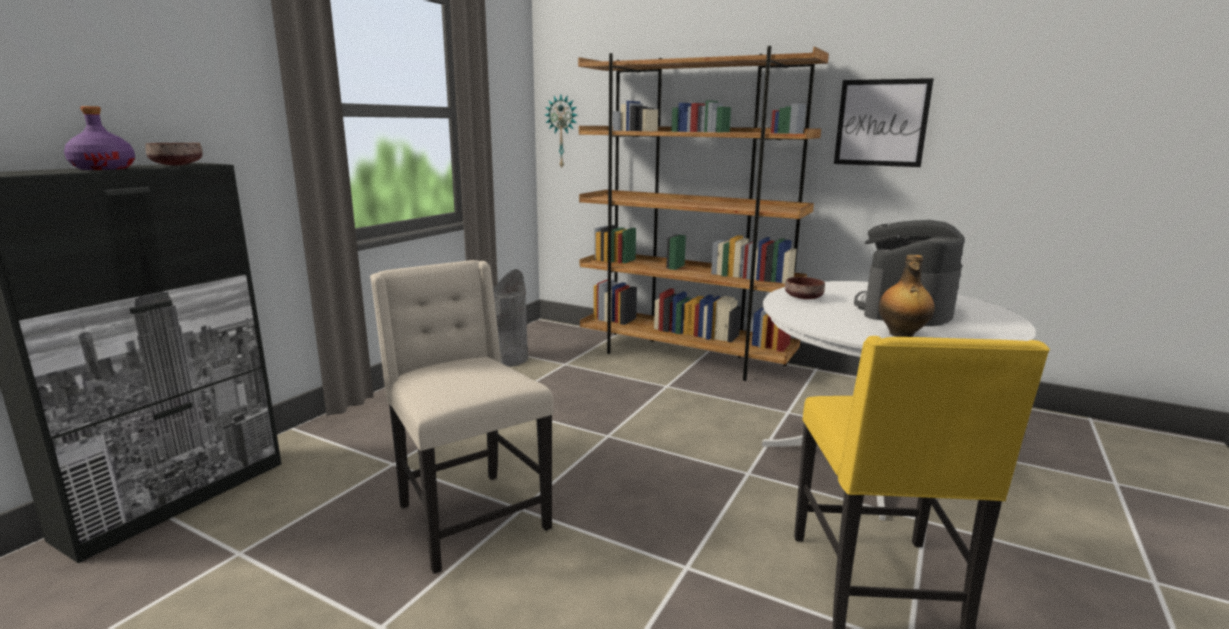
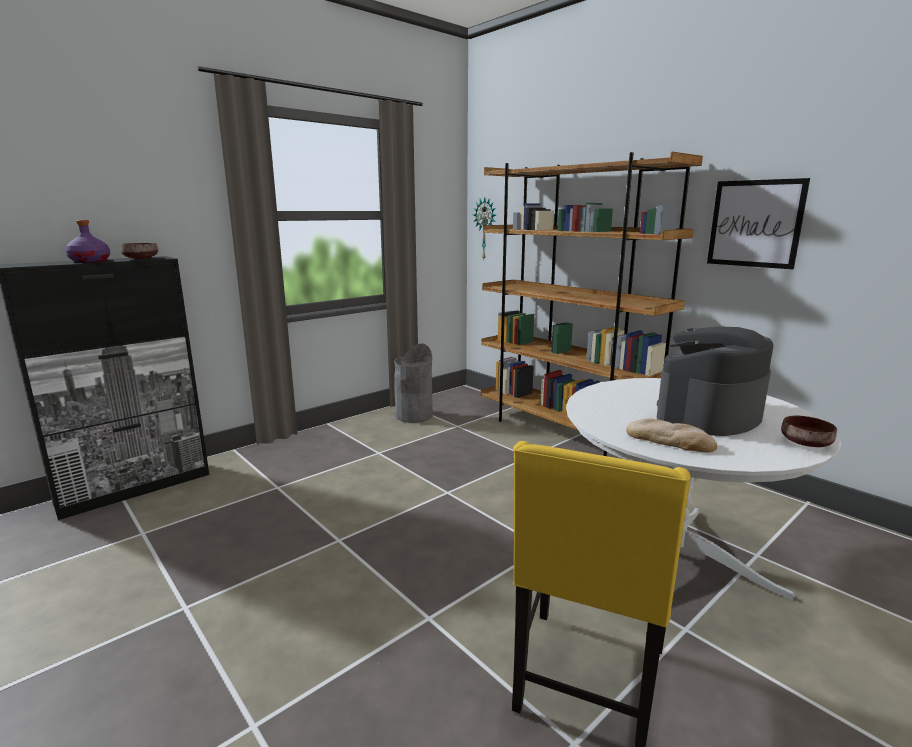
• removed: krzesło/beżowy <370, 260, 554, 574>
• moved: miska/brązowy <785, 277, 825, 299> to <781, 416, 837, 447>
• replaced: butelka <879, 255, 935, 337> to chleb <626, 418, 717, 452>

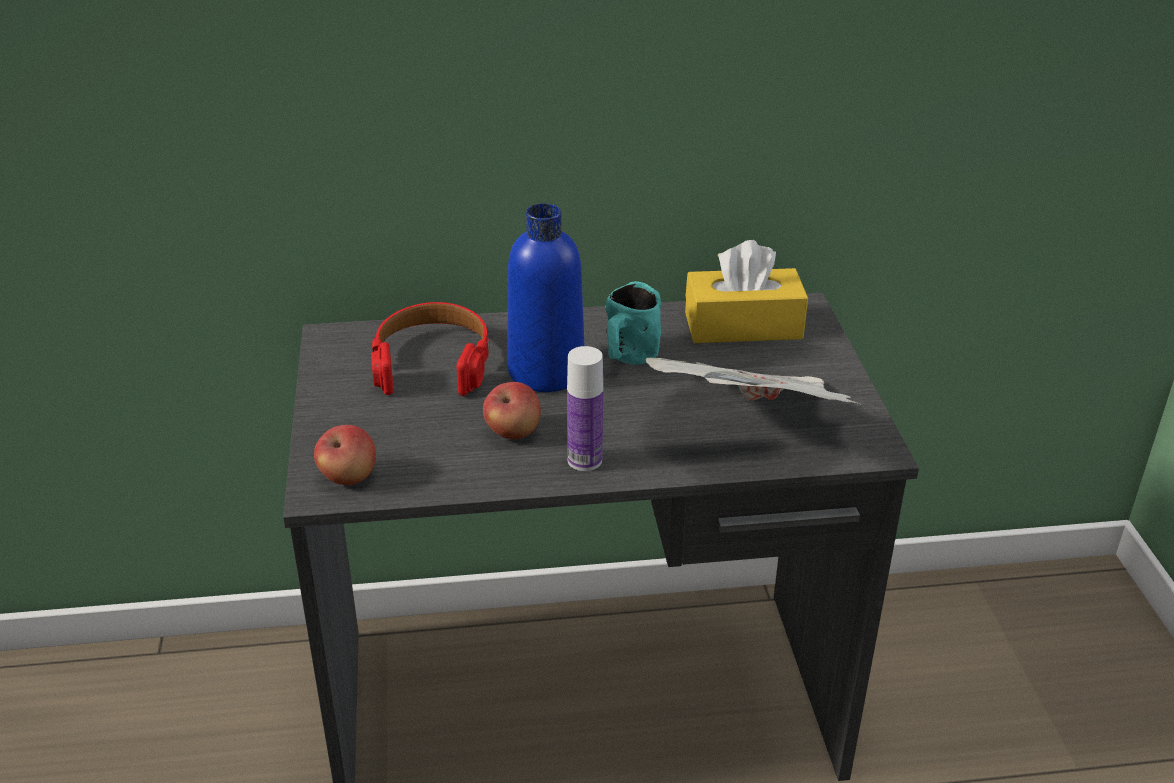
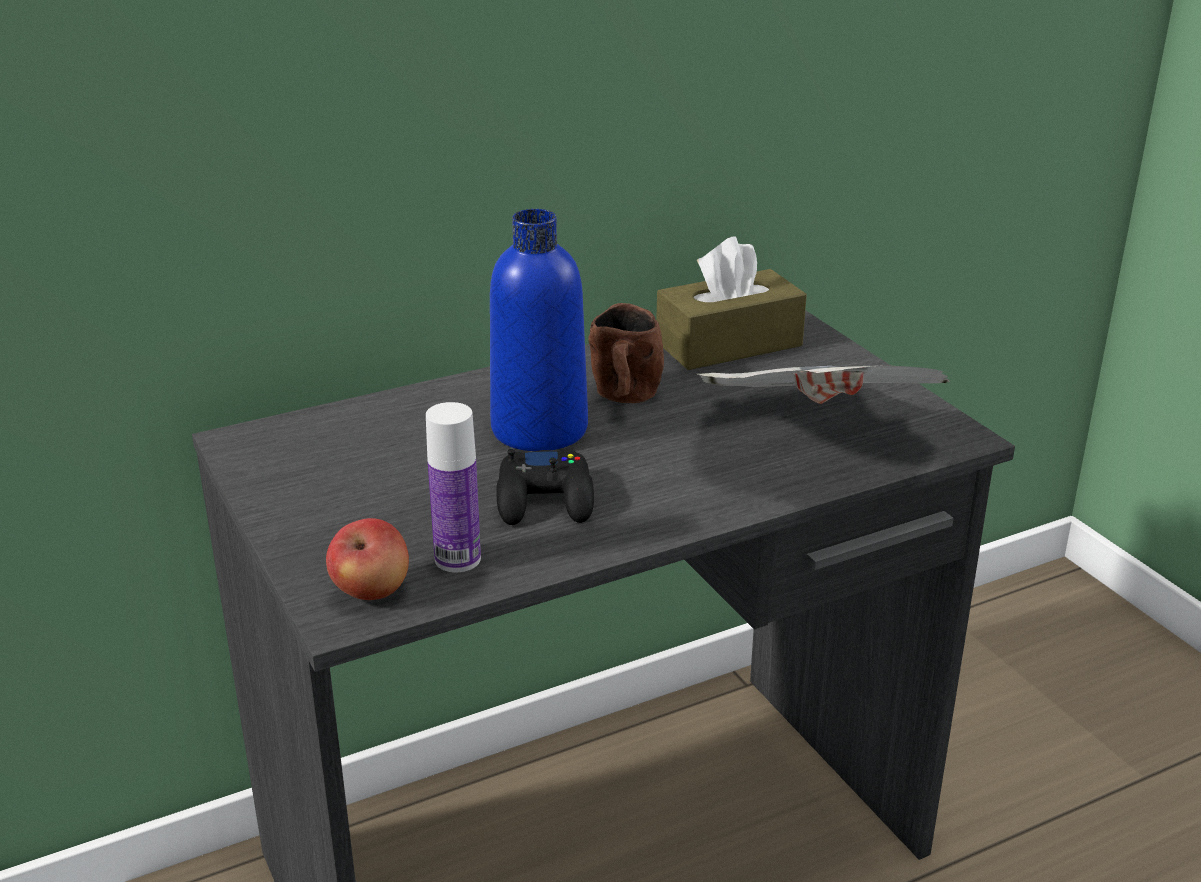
• removed: słuchawki/czerwony <371, 302, 490, 396>
• replaced: jabłko <483, 382, 541, 439> to pad do gier/czarny <497, 449, 594, 525>
• moved: butelka <567, 346, 603, 471> to <426, 402, 481, 572>
• recoloured: kubek/turkusowy <605, 281, 661, 365> to kubek/brązowy <589, 303, 664, 403>
• recoloured: pudełko chusteczek/żółty <685, 240, 808, 343> to pudełko chusteczek/brązowy <656, 236, 807, 370>

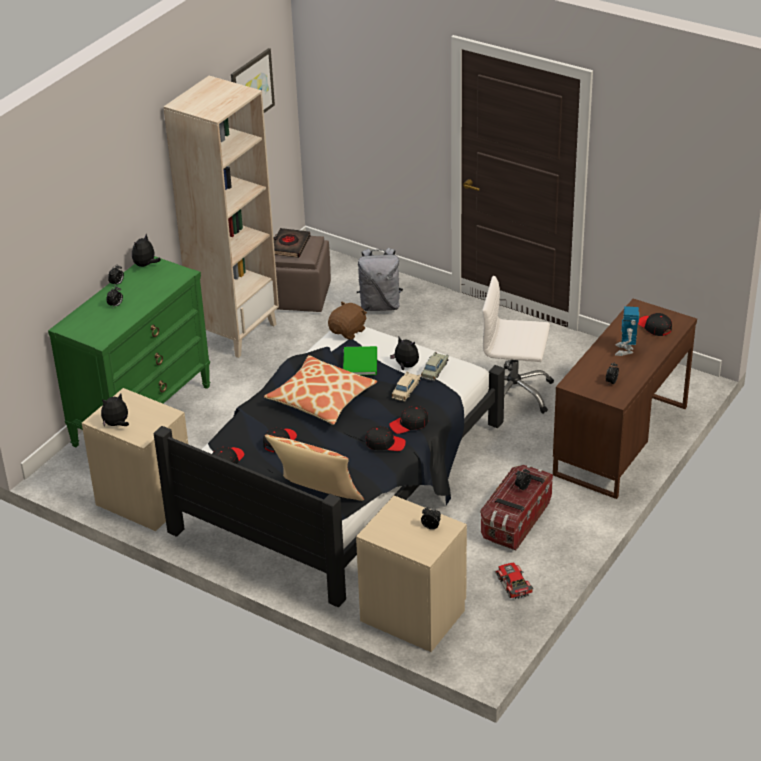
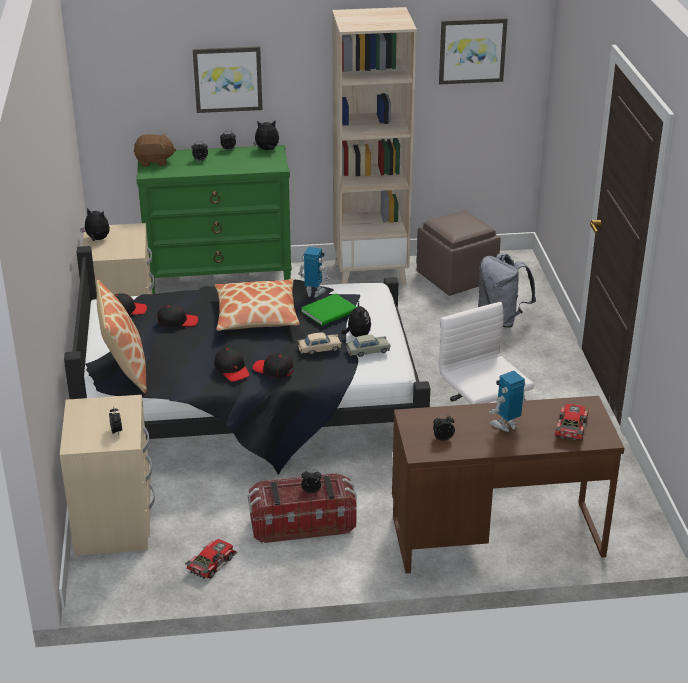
• removed: książka/czarny <274, 228, 310, 258>
• moved: pluszak/brązowy <328, 301, 367, 340> to <134, 133, 176, 167>
• replaced: czapka z daszkiem/czarny <638, 313, 672, 336> to samochodzik <555, 404, 588, 441>
• added: obraz <193, 46, 263, 113>
• added: robot zabawkowy <298, 247, 330, 298>

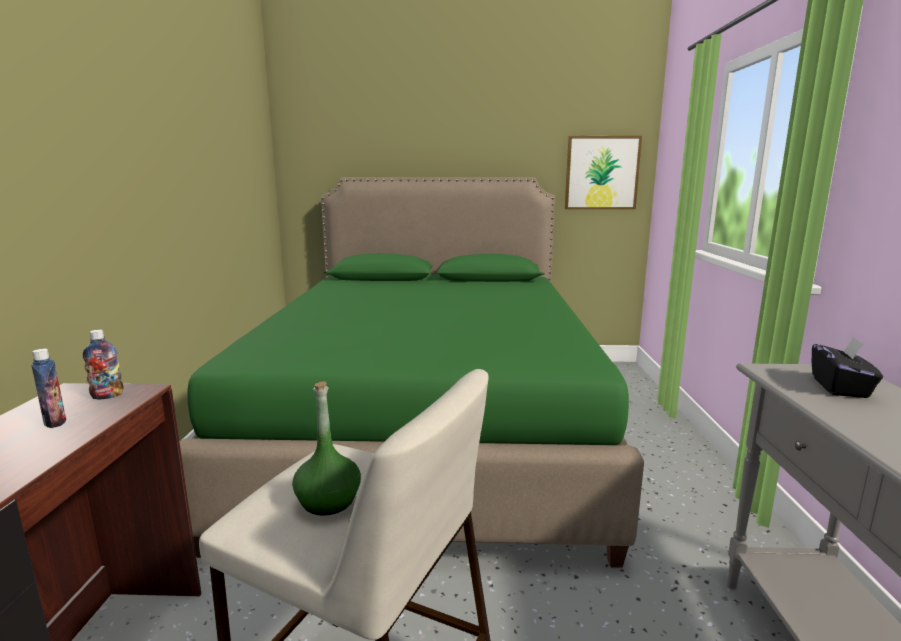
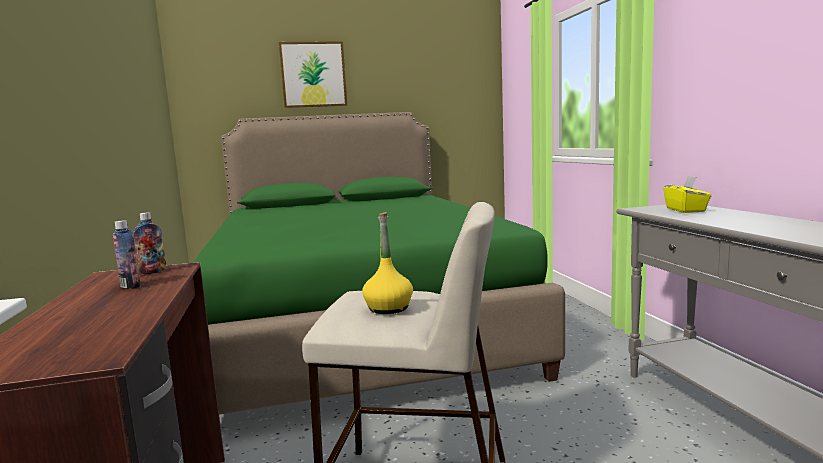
• recoloured: butelka/zielony <292, 381, 361, 516> to butelka/żółty <362, 212, 413, 314>
• moved: obraz <565, 136, 642, 209> to <279, 41, 347, 108>
• recoloured: pudełko chusteczek/czarny <812, 336, 883, 398> to pudełko chusteczek/żółty <663, 176, 711, 213>

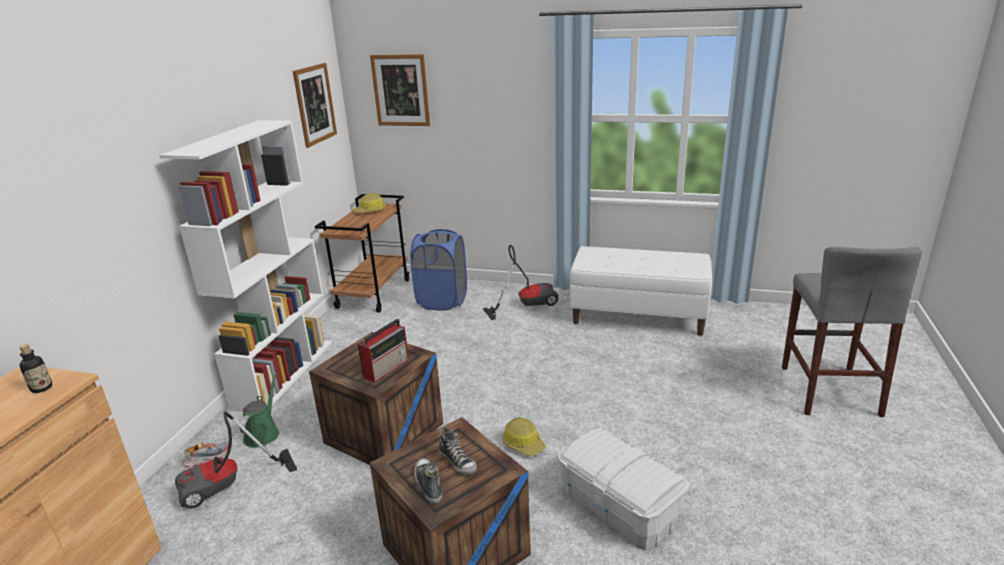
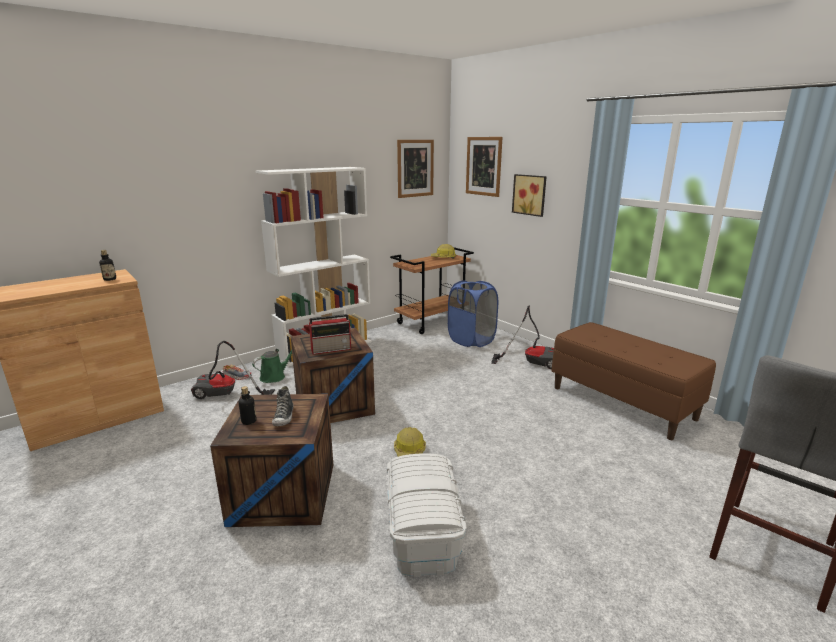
• replaced: but <414, 458, 442, 503> to butelka <238, 386, 257, 425>
• recoloured: ławka/biały <570, 246, 712, 336> to ławka/brązowy <552, 322, 716, 440>
• added: obraz <512, 174, 547, 217>

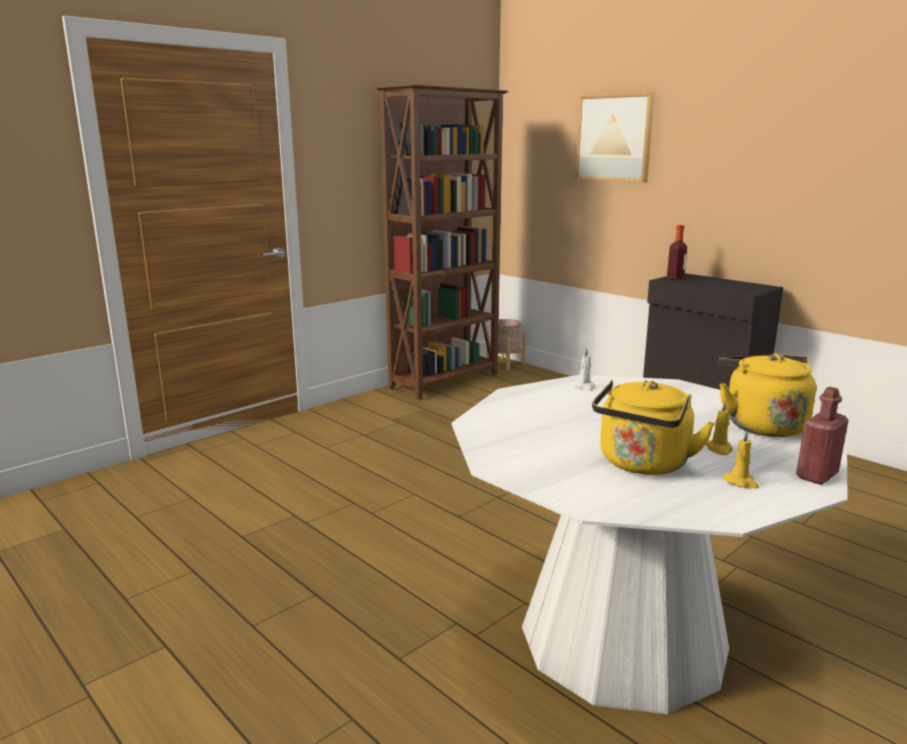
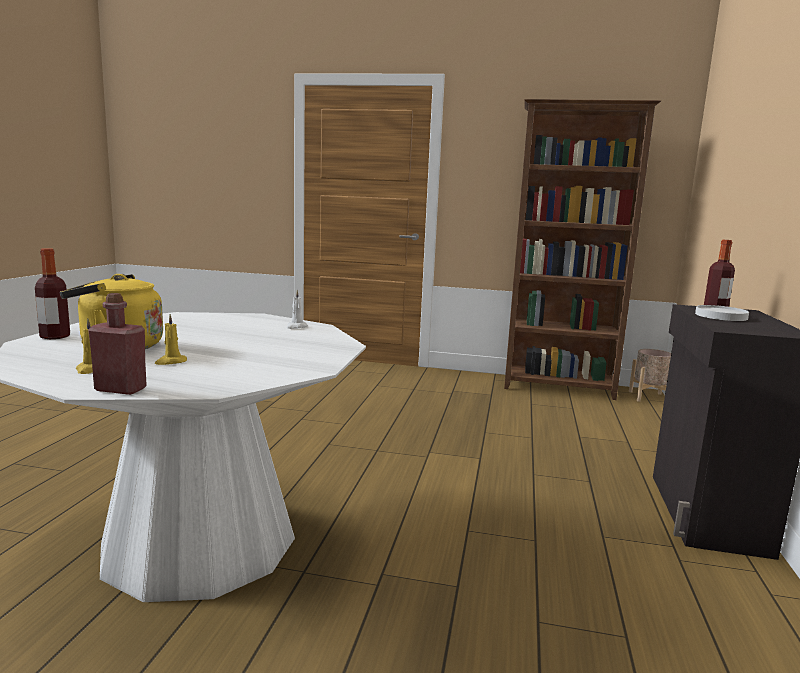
• removed: obraz <575, 92, 654, 183>
• removed: czajnik/żółty <719, 353, 816, 437>
• added: butelka <35, 248, 70, 339>
• added: talerz/biały <695, 305, 749, 321>

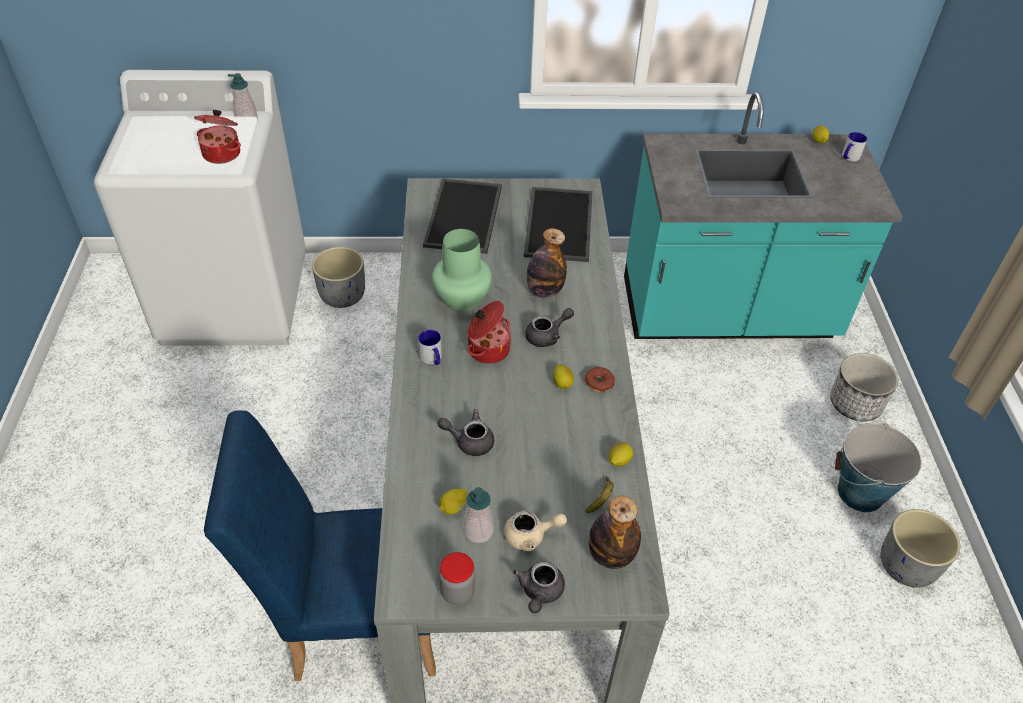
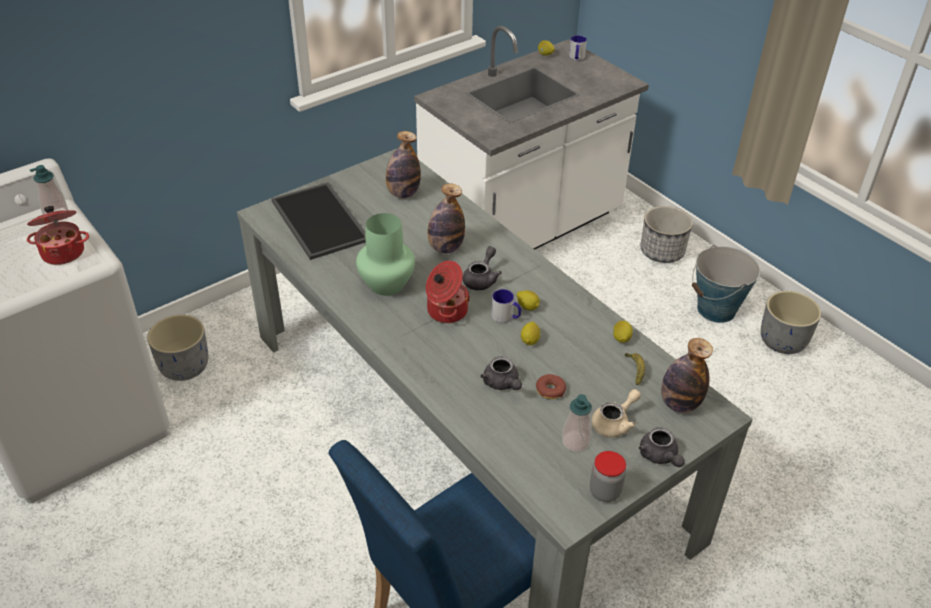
• moved: kubek <418, 330, 442, 365> to <491, 289, 521, 323>
• turned: imbryk/szary <438, 409, 494, 456> = <480, 356, 522, 390> 90 degrees counterclockwise
• moved: cytryna <440, 489, 467, 514> to <521, 322, 541, 345>
• replaced: taca <524, 187, 592, 262> to butelka <386, 131, 421, 198>
• moved: donut <585, 367, 615, 392> to <536, 374, 566, 399>
• recoloured: zabudowa kuchenna/turkusowy <624, 92, 903, 339> to zabudowa kuchenna/biały <414, 26, 649, 250>

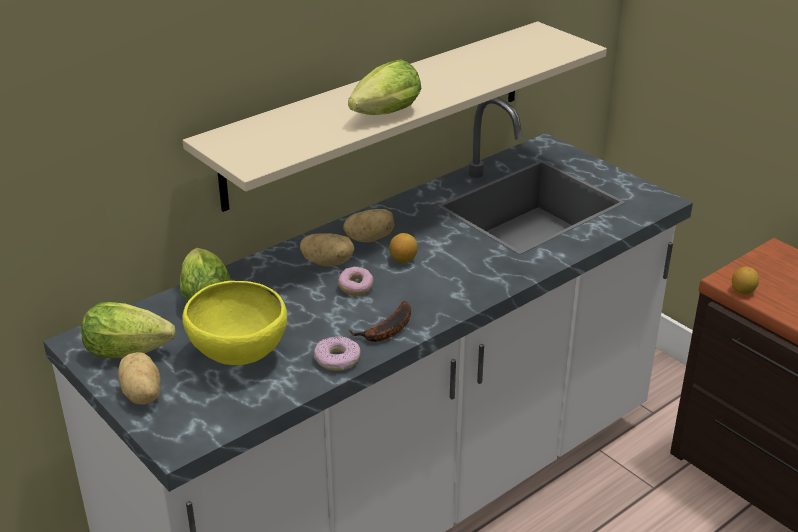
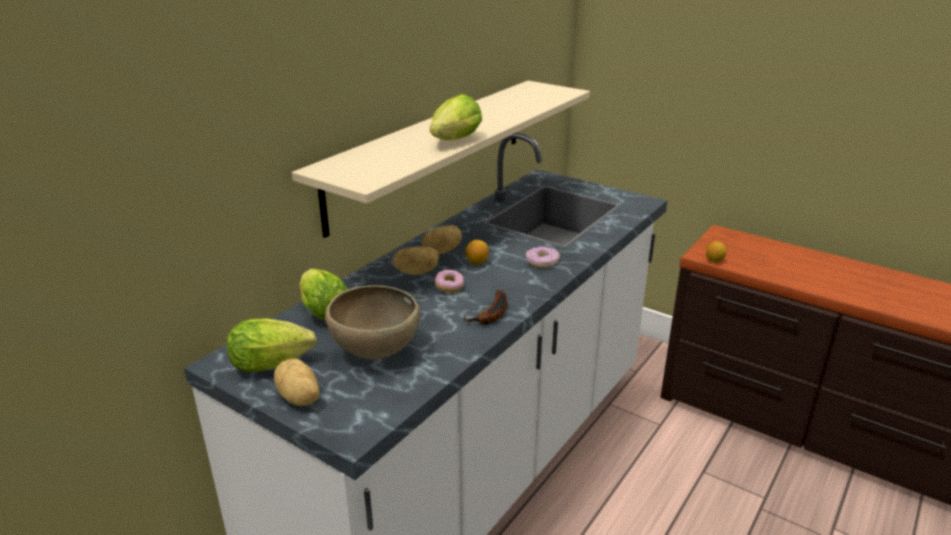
• recoloured: miska/żółty <182, 281, 287, 365> to miska/brązowy <325, 285, 420, 360>
• moved: donut <314, 336, 360, 371> to <526, 246, 560, 268>

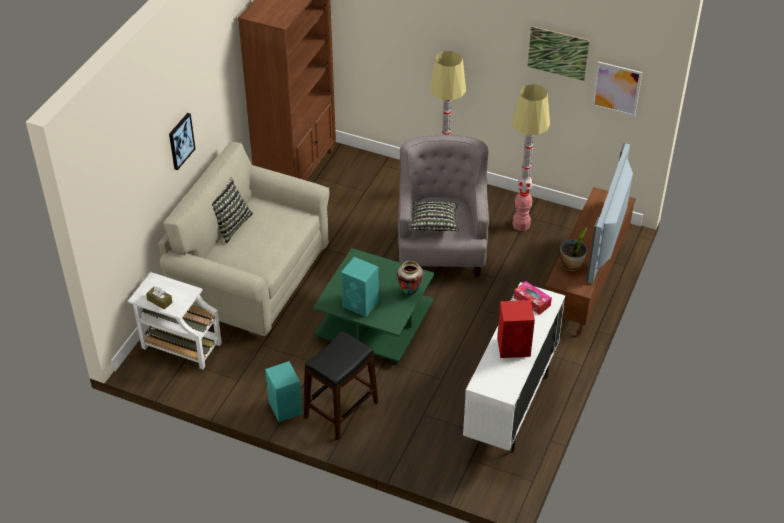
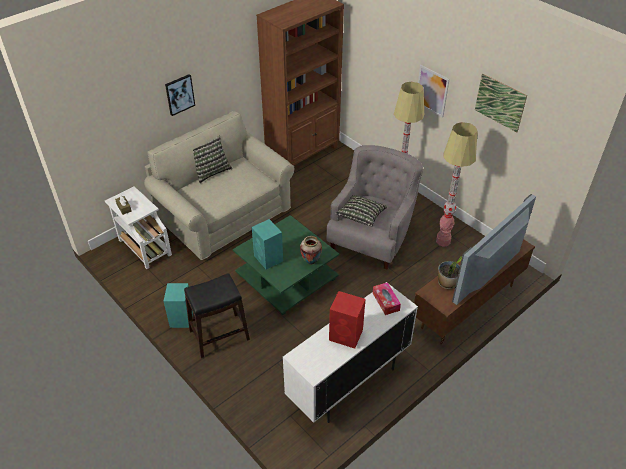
• moved: obraz <592, 62, 642, 117> to <418, 65, 449, 118>

